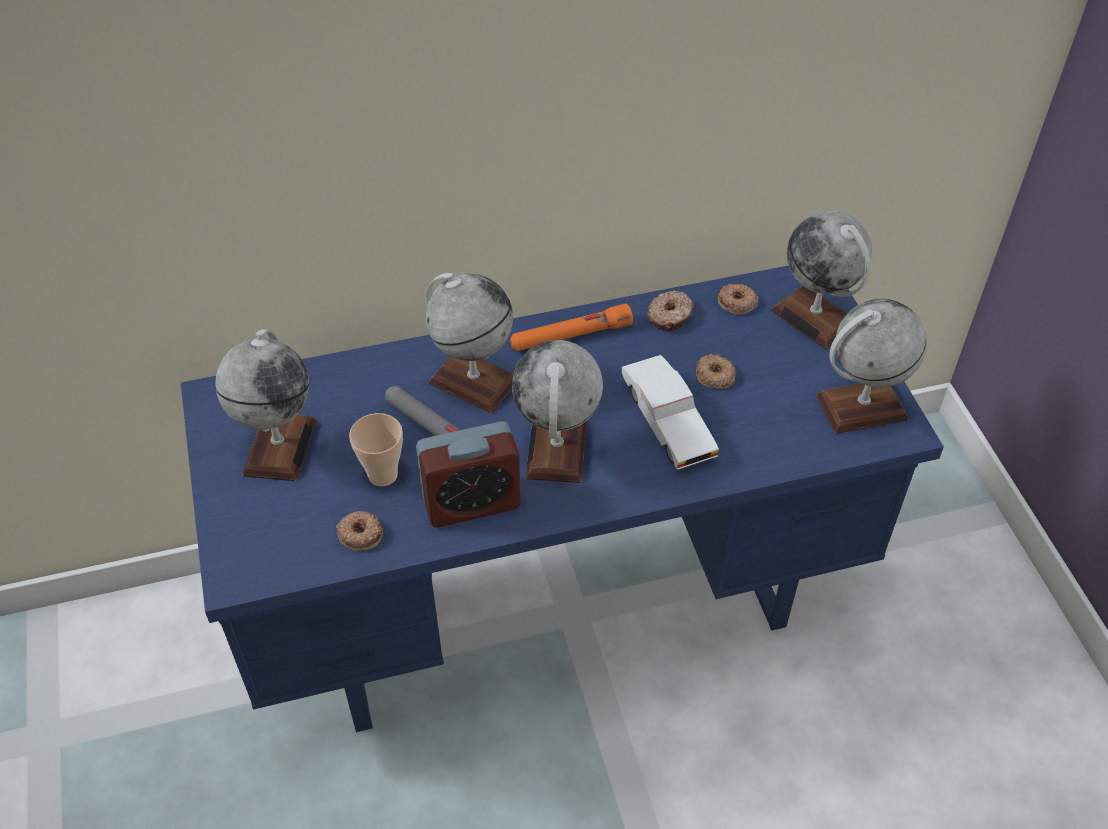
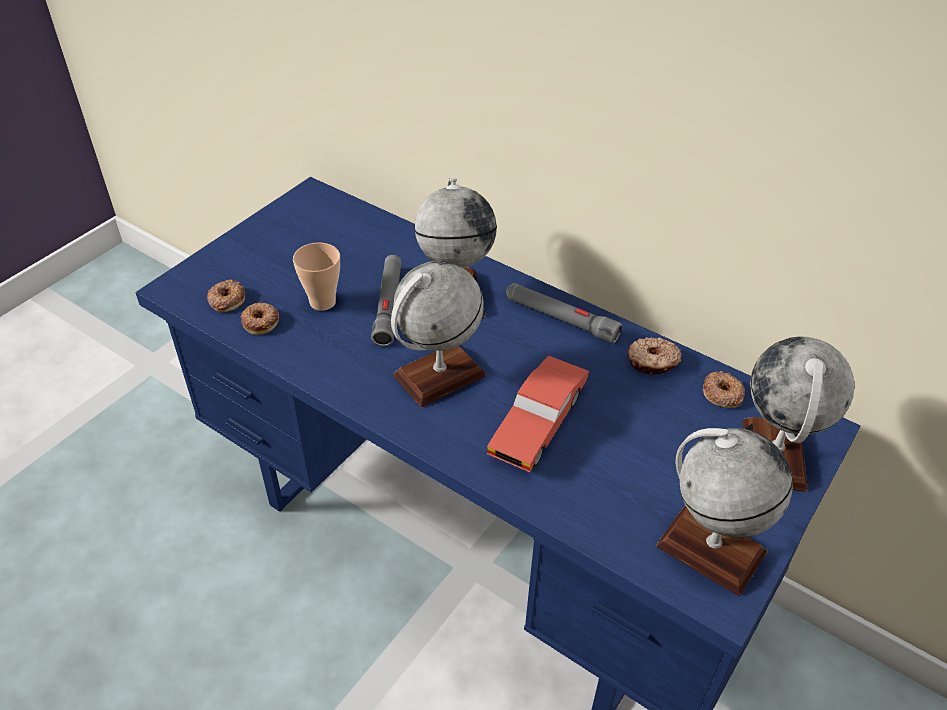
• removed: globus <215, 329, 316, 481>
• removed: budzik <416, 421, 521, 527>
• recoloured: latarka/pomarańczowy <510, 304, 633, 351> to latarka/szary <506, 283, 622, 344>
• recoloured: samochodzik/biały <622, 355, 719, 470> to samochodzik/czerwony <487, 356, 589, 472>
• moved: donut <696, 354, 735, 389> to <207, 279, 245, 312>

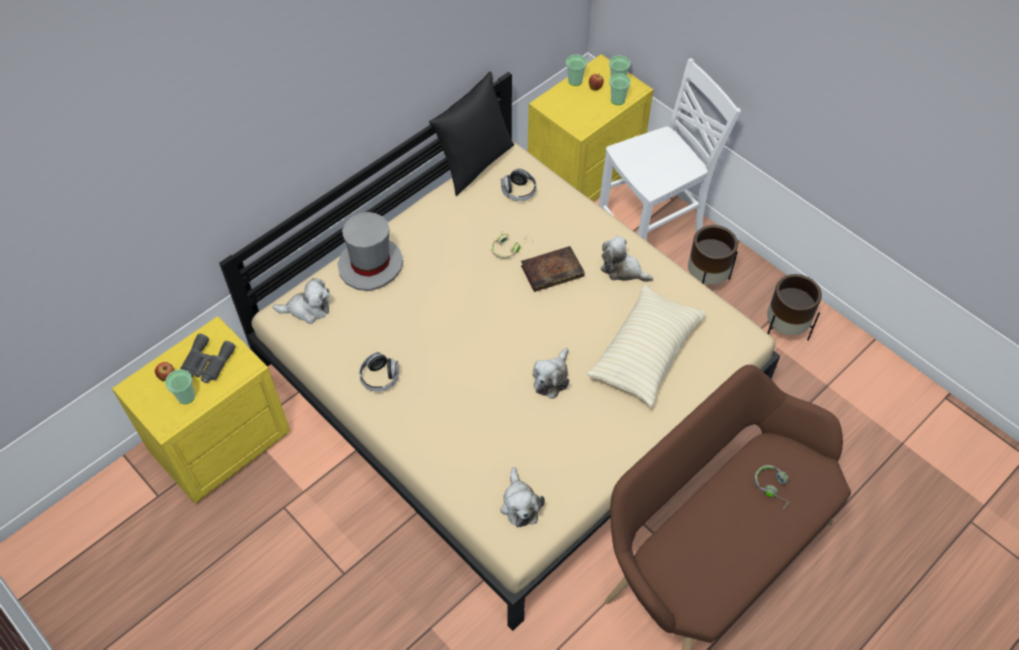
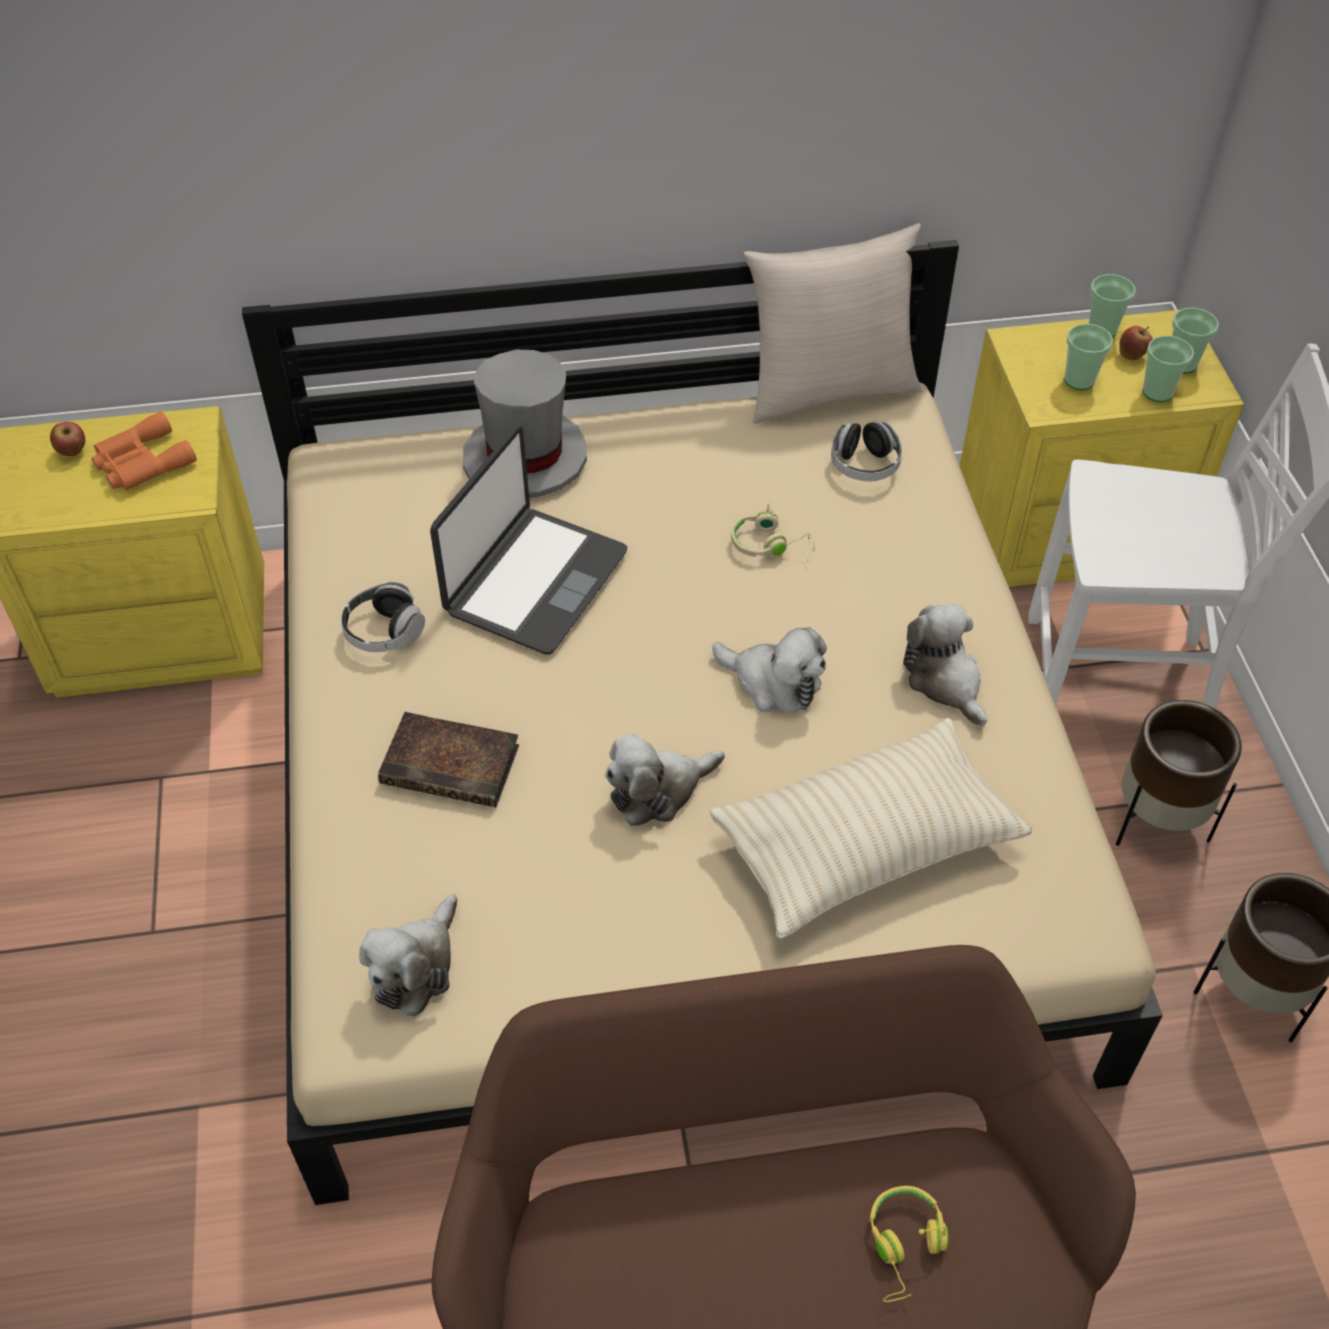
• moved: filiżanka <165, 369, 195, 404> to <1064, 324, 1113, 390>
• recoloured: lornetka/szary <180, 334, 236, 383> to lornetka/pomarańczowy <92, 411, 197, 490>
• moved: pluszak <273, 278, 330, 324> to <712, 627, 827, 713>
• recoloured: poduszka/czarny <429, 72, 514, 196> to poduszka/beżowy <743, 223, 922, 424>
• moved: książka <521, 246, 585, 292> to <378, 712, 519, 807>
• recoloured: słuchawki/szary <754, 465, 790, 510> to słuchawki/żółty <869, 1186, 949, 1302>
• added: laptop <430, 426, 627, 655>

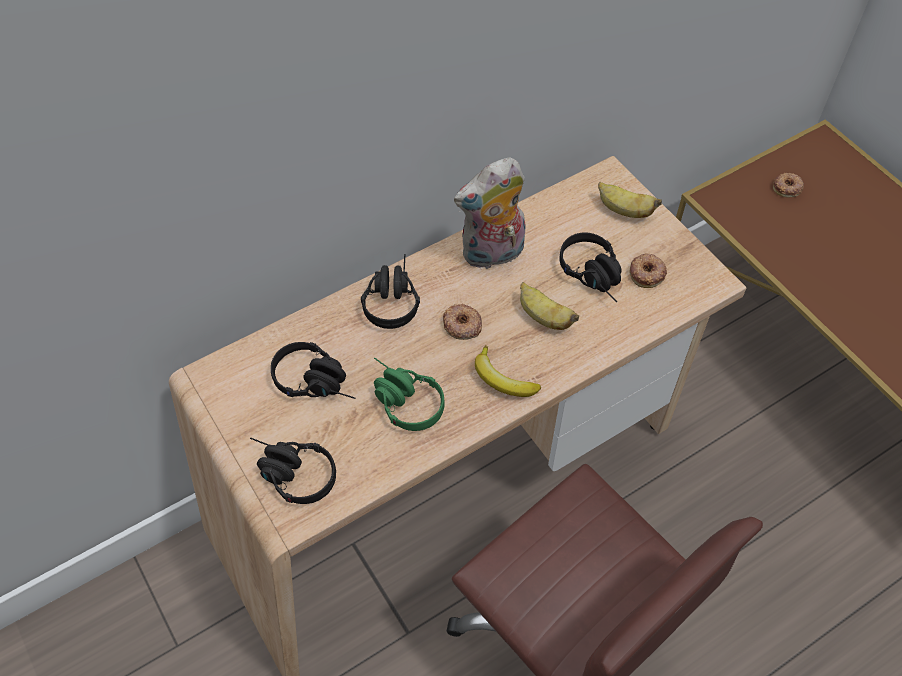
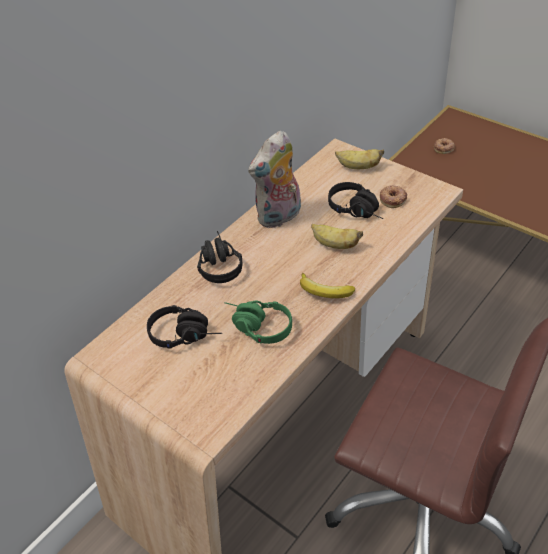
• removed: słuchawki/czarny <250, 438, 336, 504>
• removed: donut <443, 303, 482, 340>

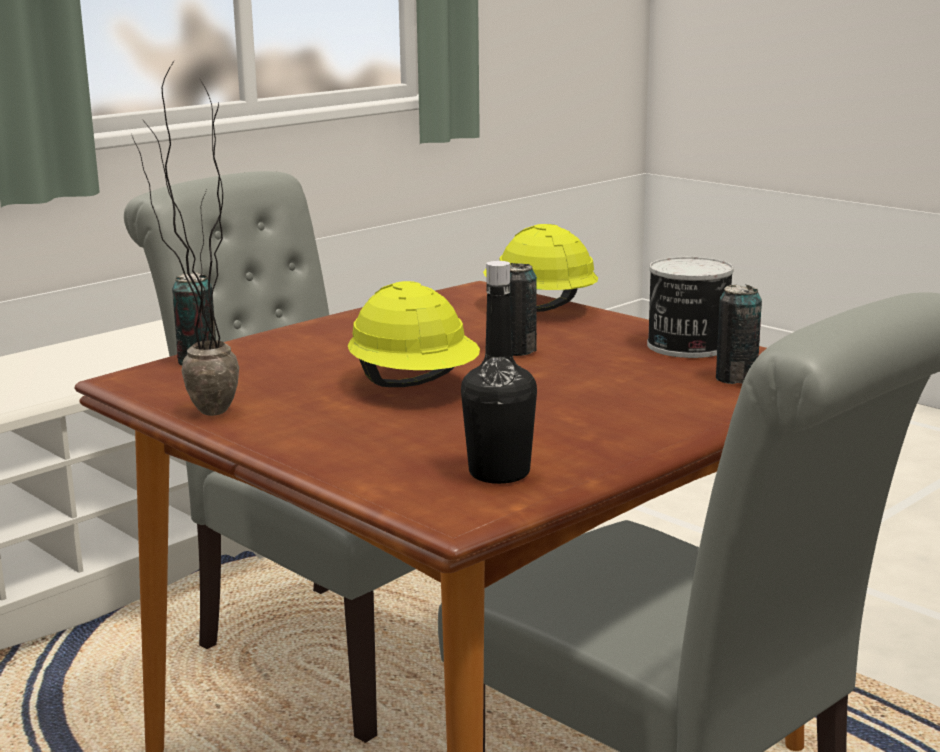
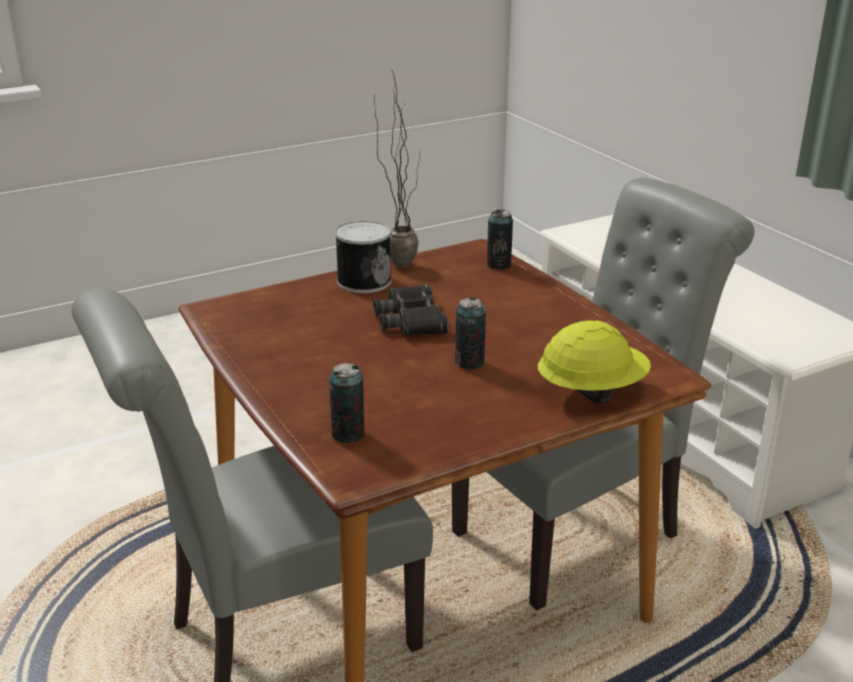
• replaced: kask/żółty <348, 281, 480, 387> to lornetka/czarny <373, 284, 449, 335>
• removed: butelka/czarny <461, 261, 537, 484>
• moved: puszka <647, 257, 734, 358> to <335, 221, 392, 293>

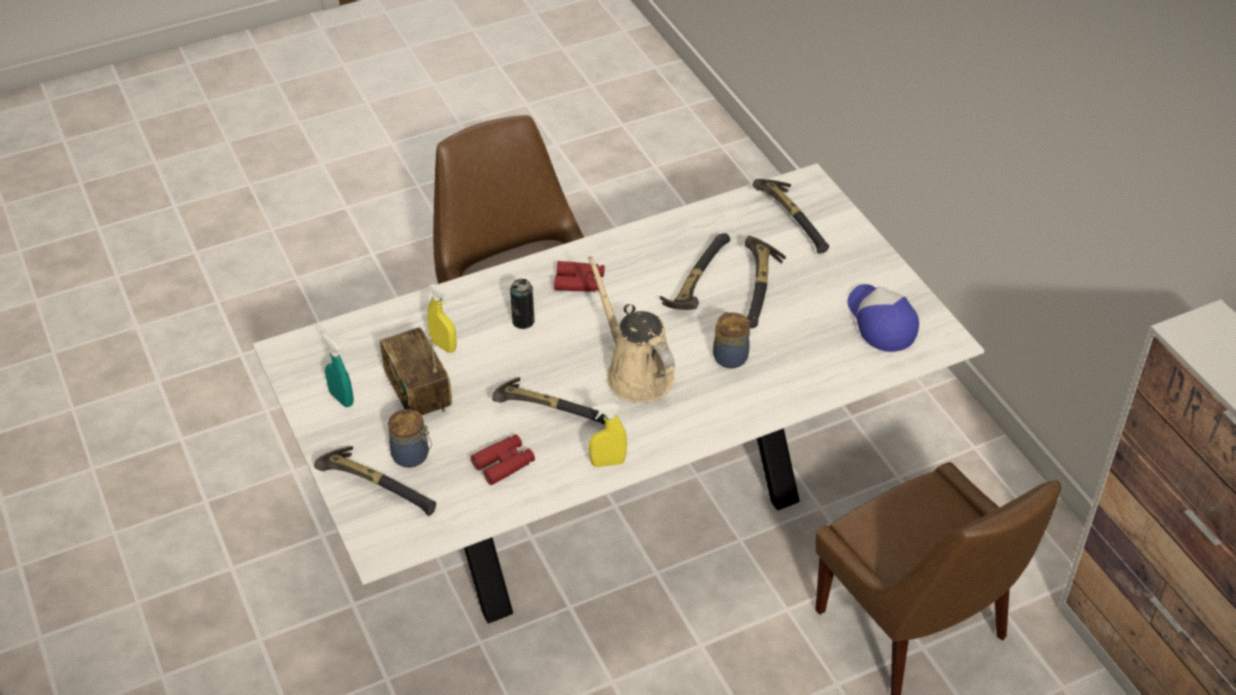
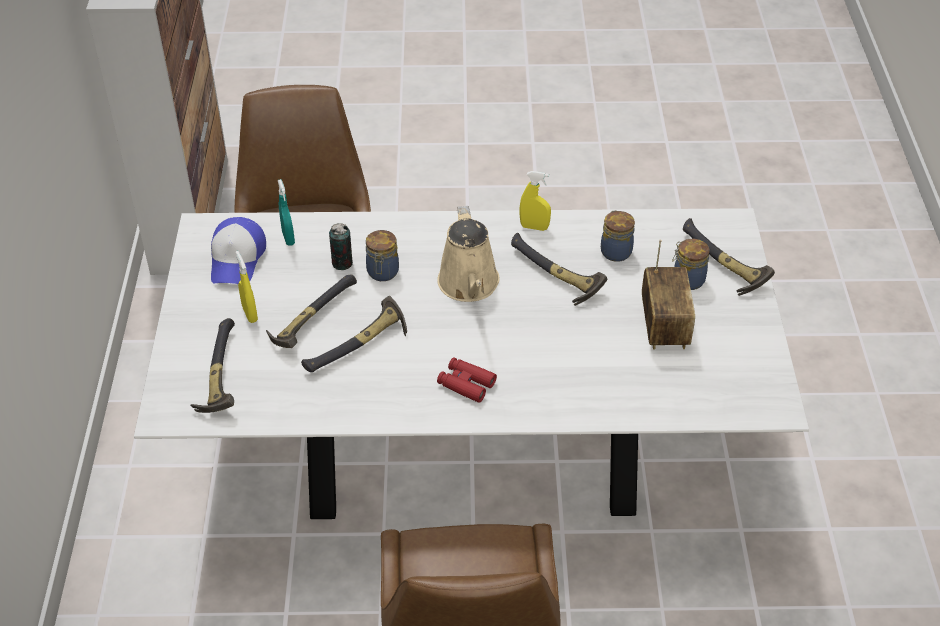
• moved: spryskiwacz/turkusowy <322, 333, 354, 407> to <278, 179, 295, 246>
• moved: spryskiwacz/żółty <427, 284, 457, 353> to <236, 251, 258, 323>
• replaced: lornetka/czerwony <471, 434, 535, 485> to słoik <601, 210, 635, 262>
• moved: puszka <510, 279, 535, 329> to <329, 223, 353, 270>

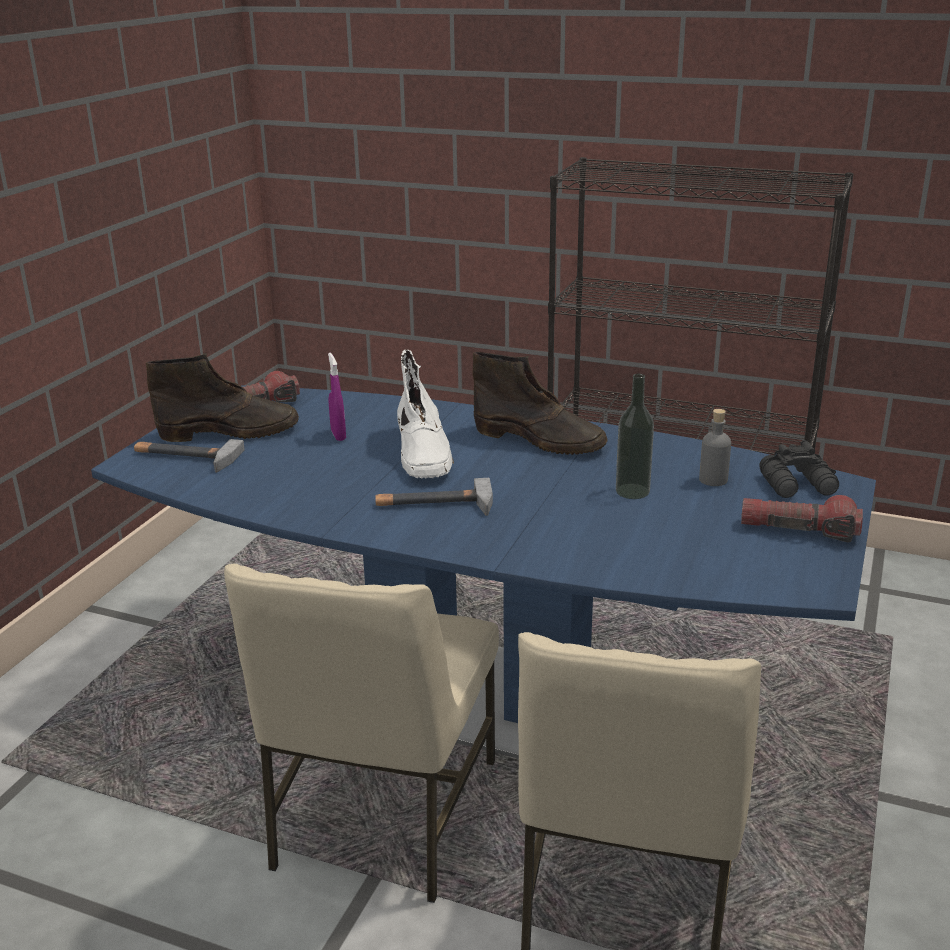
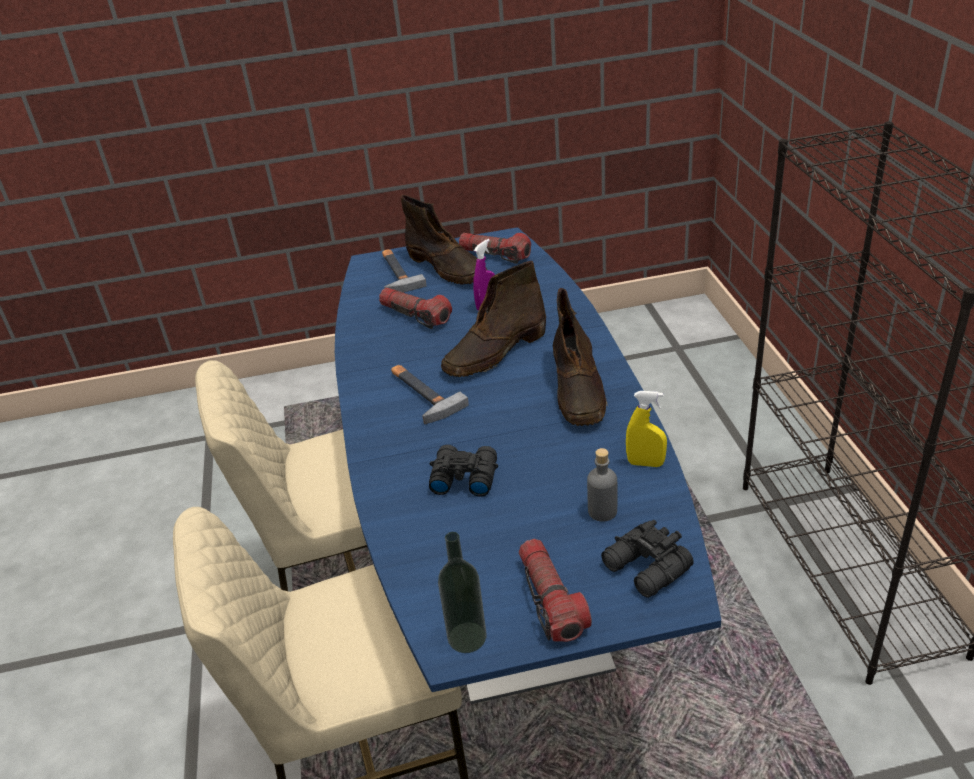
• recoloured: but z cholewką/biały <397, 349, 454, 479> to but z cholewką/brązowy <441, 261, 546, 377>
• moved: butelka <616, 374, 654, 499> to <438, 532, 486, 653>
• added: latarka <379, 288, 452, 329>
• added: lornetka/czarny <429, 445, 498, 497>
• added: spryskiwacz/żółty <626, 391, 667, 467>

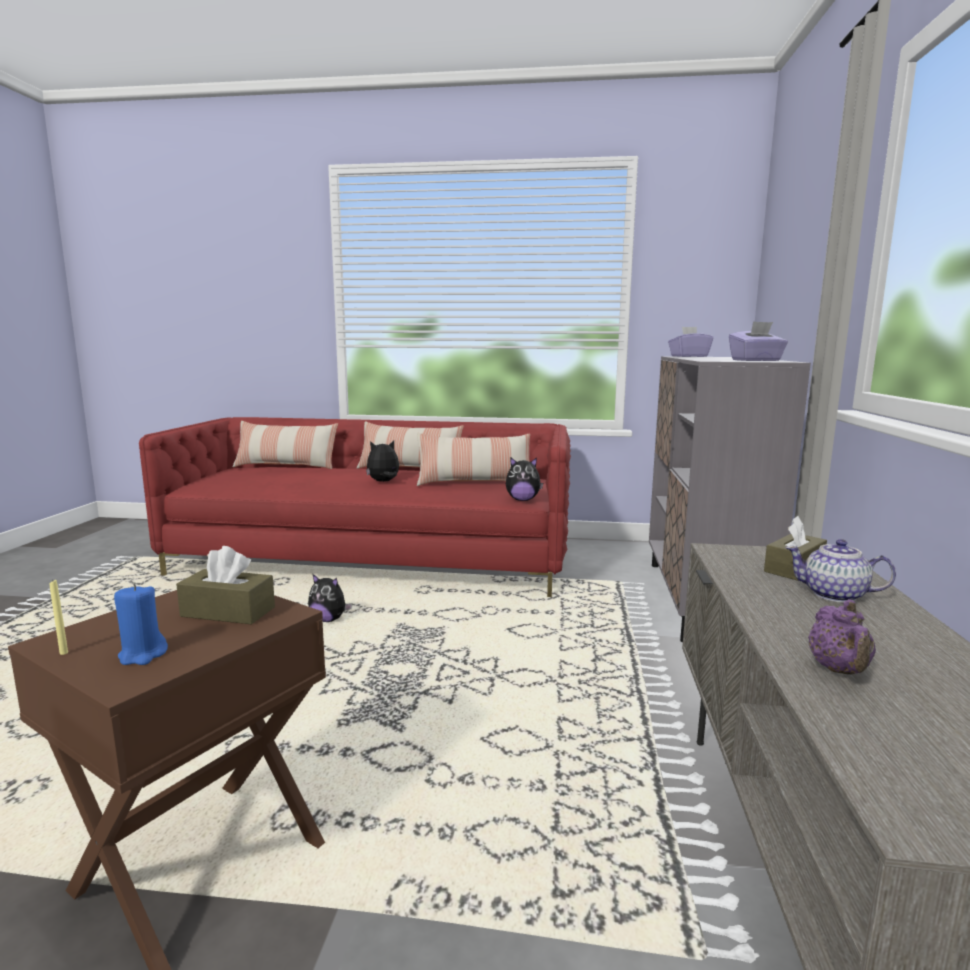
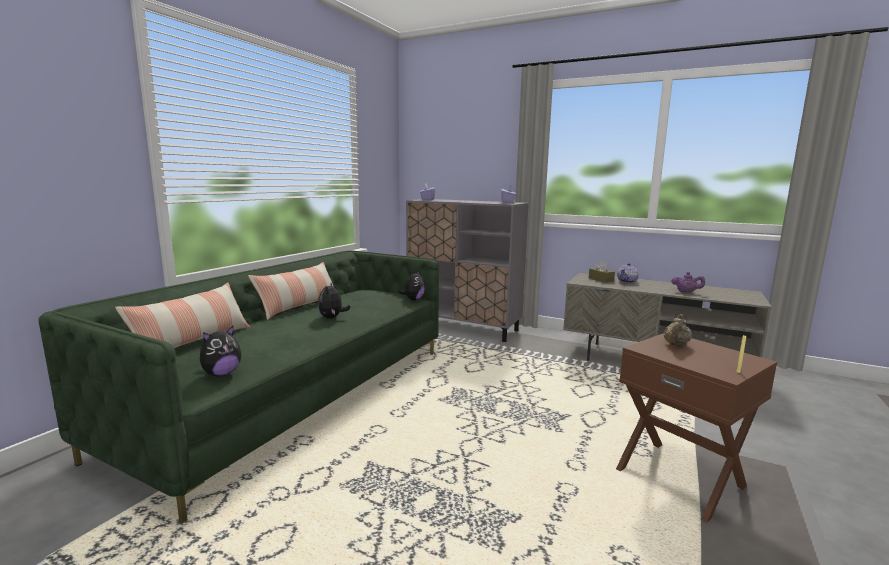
• removed: świeca/niebieski <114, 584, 168, 665>
• recoloured: kanapa/czerwony <139, 417, 571, 597> to kanapa/zielony <38, 250, 439, 523>
• replaced: pudełko chusteczek/brązowy <176, 546, 275, 625> to imbryk/beżowy <664, 314, 692, 346>
• moved: pluszak <308, 574, 352, 622> to <200, 326, 241, 376>
• removed: poduszka <417, 433, 530, 486>

